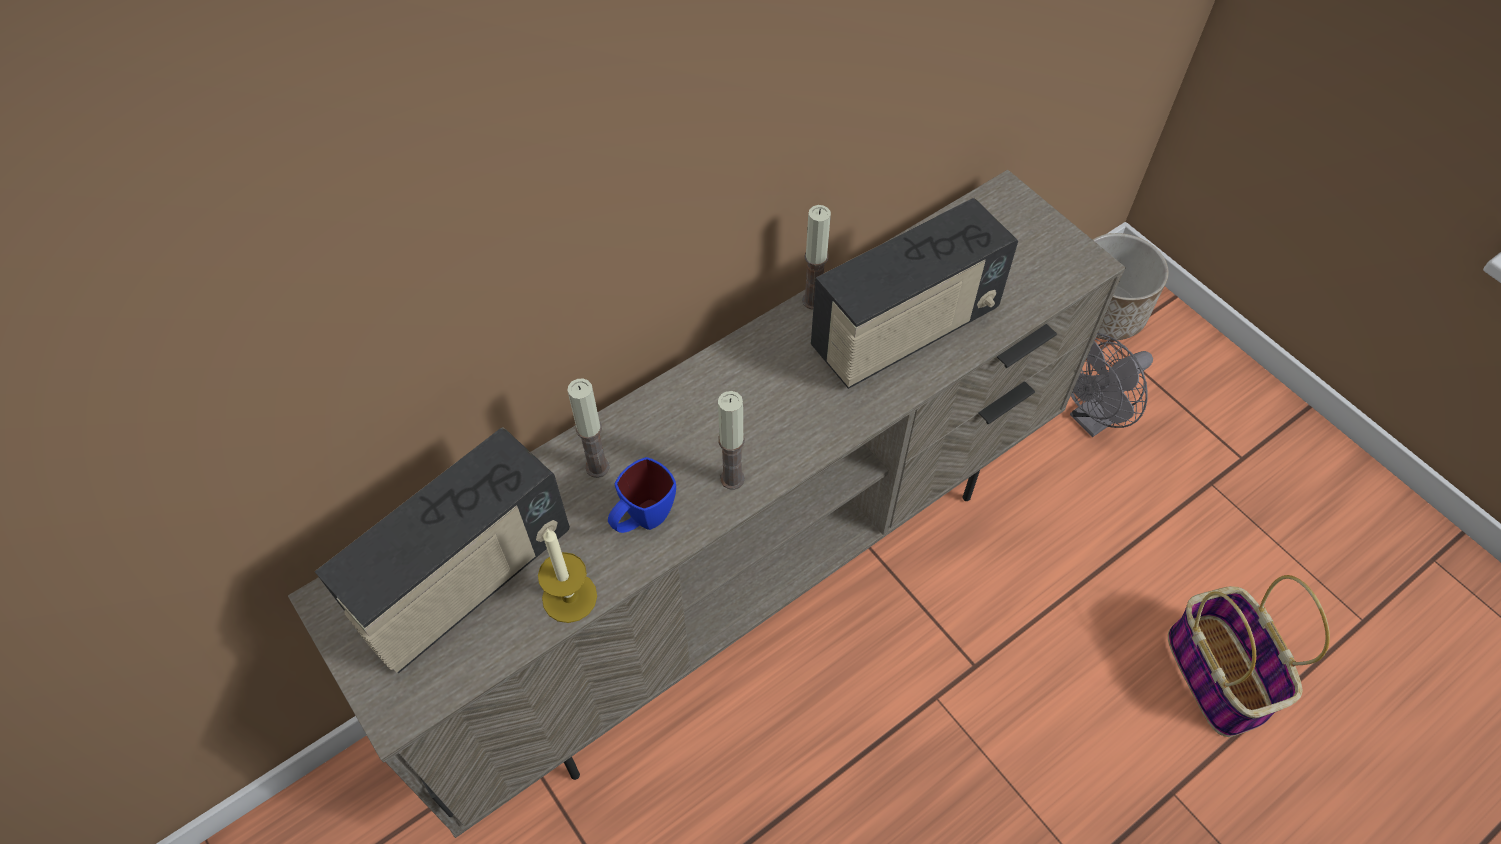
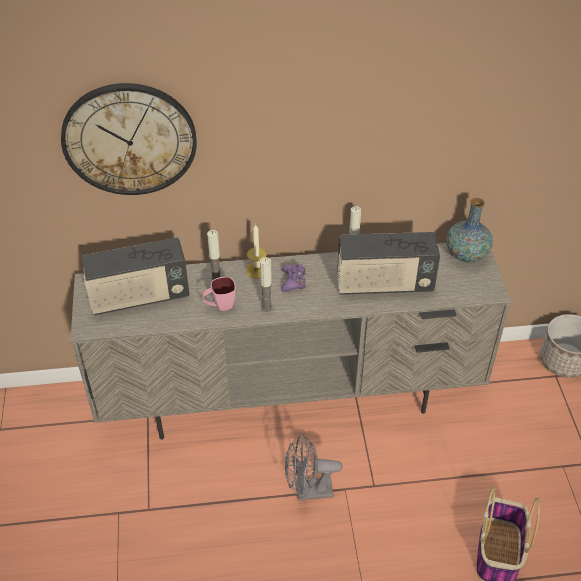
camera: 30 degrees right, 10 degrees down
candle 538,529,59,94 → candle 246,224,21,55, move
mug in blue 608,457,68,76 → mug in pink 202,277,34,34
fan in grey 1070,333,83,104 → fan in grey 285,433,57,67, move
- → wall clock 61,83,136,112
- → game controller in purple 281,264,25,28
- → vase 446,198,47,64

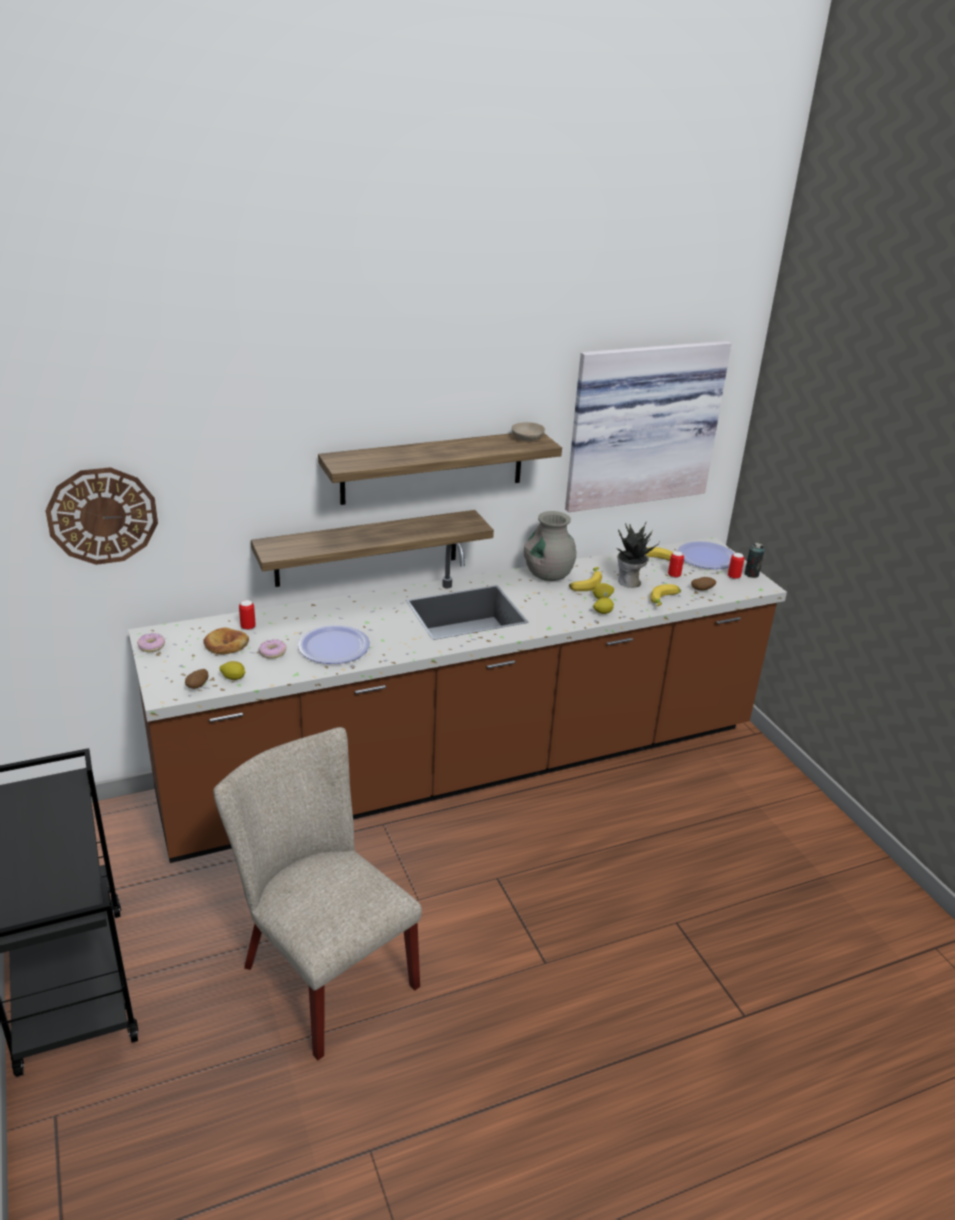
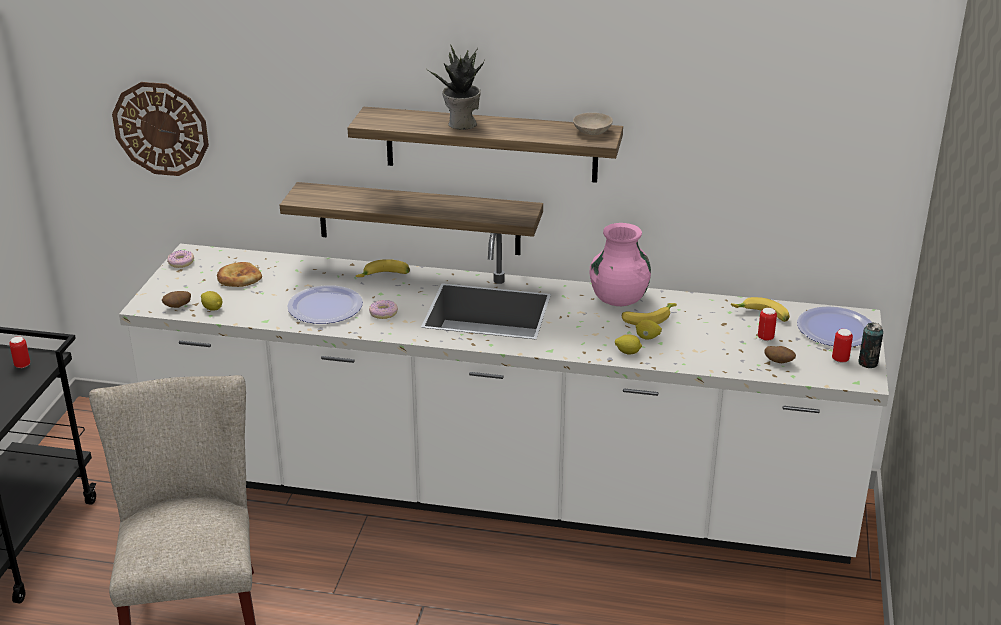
camera: 35 degrees right, 0 degrees up
counter in brown 128,537,659,326 → counter in white 119,233,770,331
can 239,600,17,30 → can 9,336,21,32, move
donut 259,639,28,20 → donut 369,300,29,19, move
vase in grey 524,511,53,70 → vase in pink 589,223,62,83
picture 565,341,167,171 → -
potted plant 615,523,45,65 → potted plant 427,45,57,85, move
banana 650,584,31,23 → banana 356,259,54,18, move

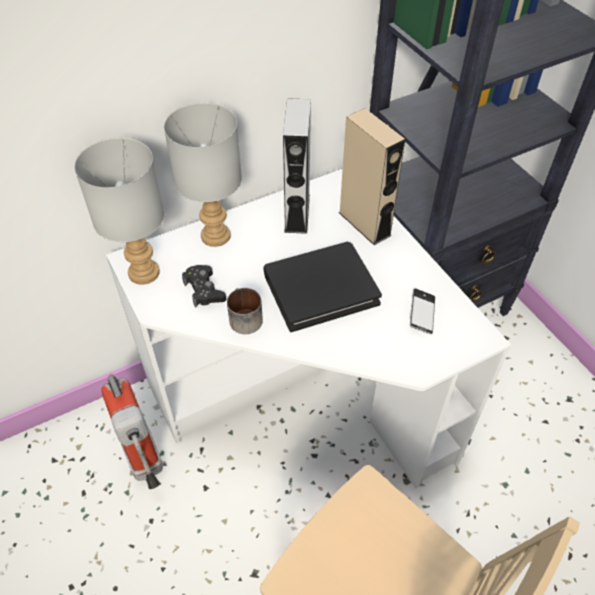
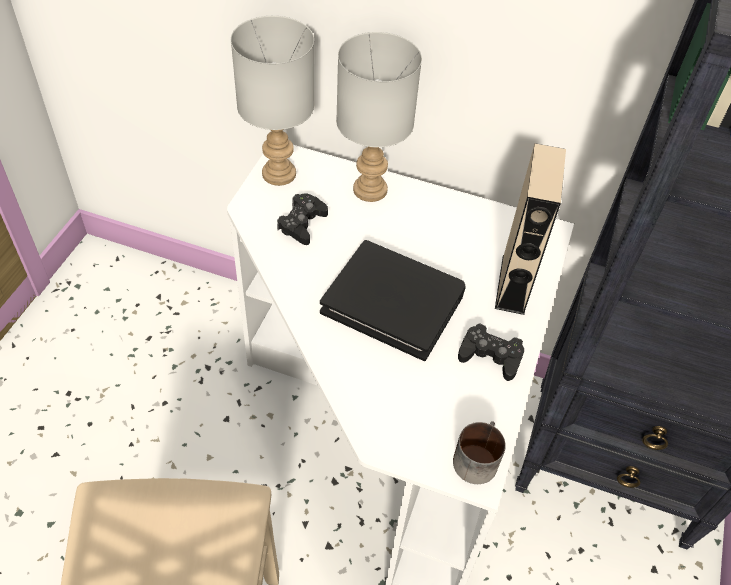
camera: 45 degrees right, 0 degrees up
fire extinguisher 102,374,61,115 → -
mug 227,288,36,46 → mug 453,421,53,63, move
speaker in grey 283,98,28,136 → -
phone 410,288,25,46 → -
- → game controller in black 458,324,66,57

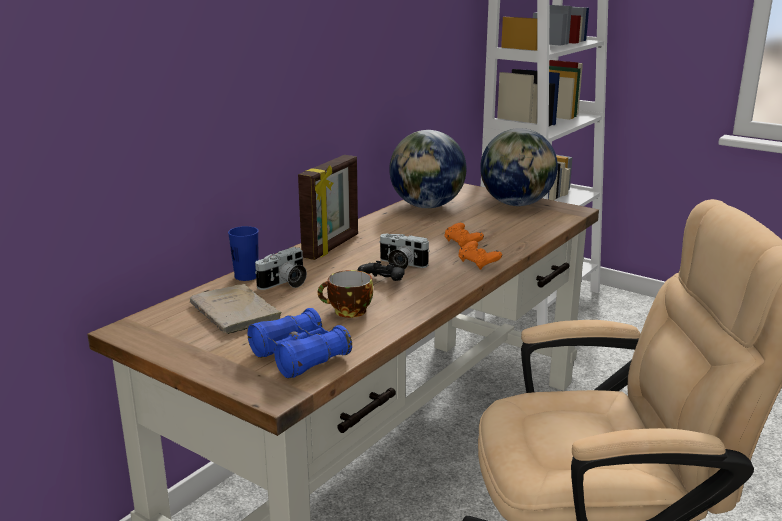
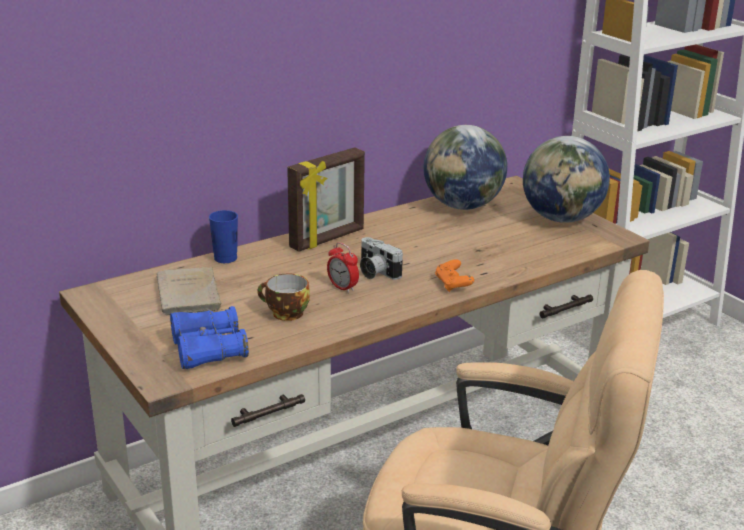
camera: 20 degrees right, 5 degrees up
photo camera 255,247,52,43 → -
game controller in black 357,261,48,20 → alarm clock 327,242,32,51
game controller in orange 445,223,39,24 → -

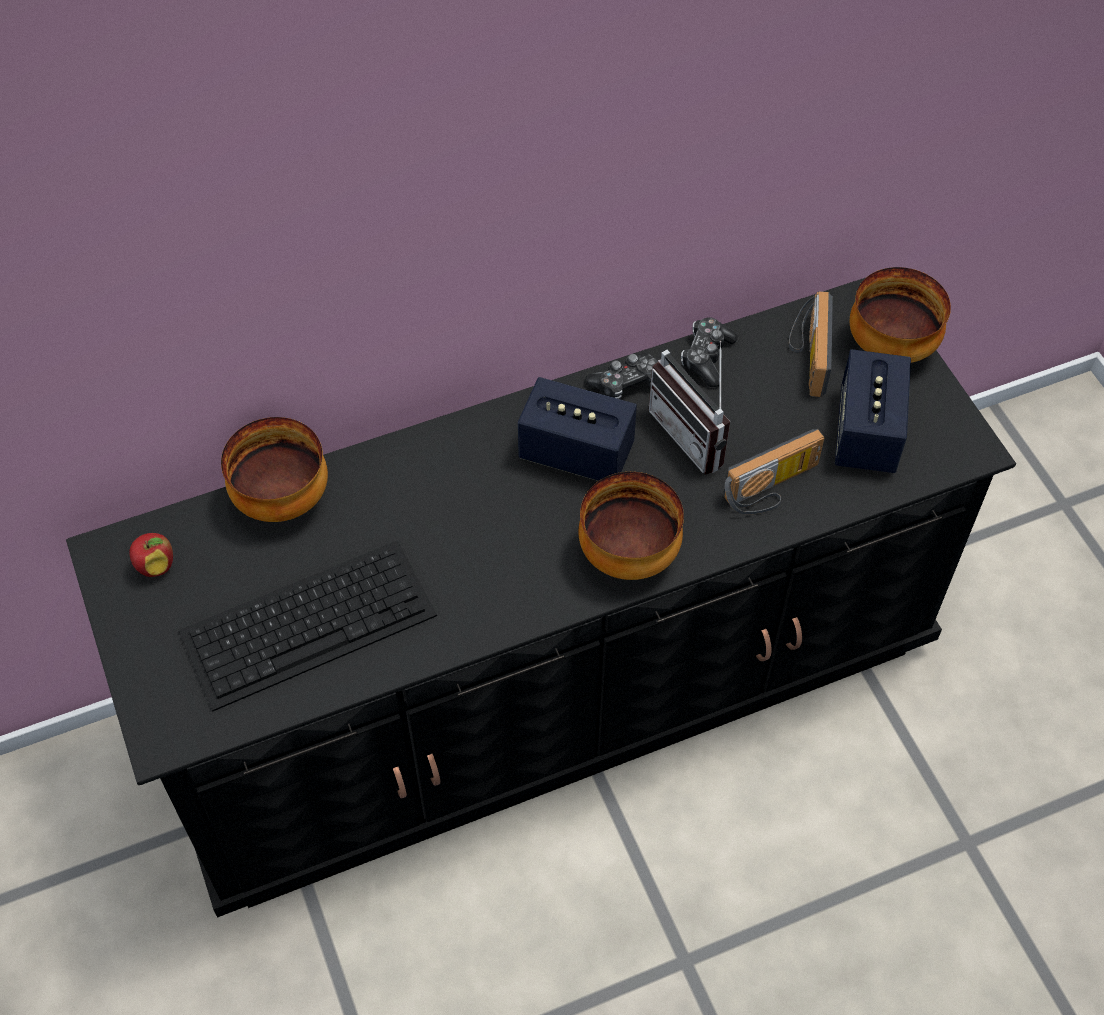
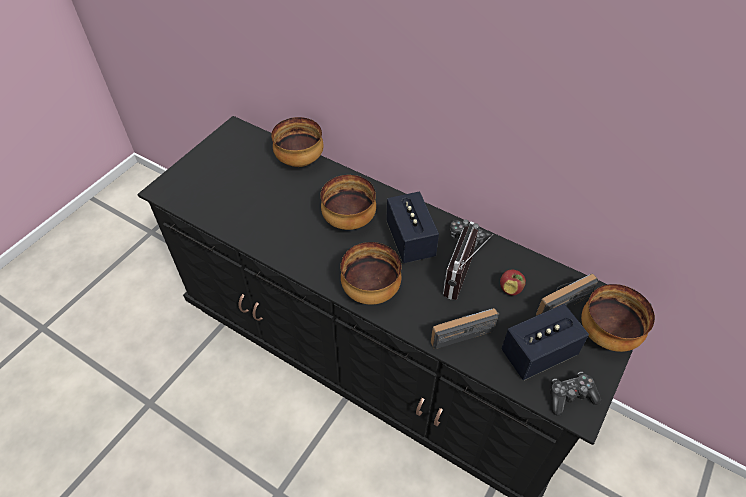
camera: 55 degrees right, 5 degrees down
apple 129,533,44,44 → apple 500,270,26,26, move
keyboard 178,540,259,172 → -
game controller 681,317,57,70 → game controller 550,372,51,44, move
radio 724,429,101,85 → radio 431,308,68,41, 135 degrees clockwise
- → bowl 320,175,56,55

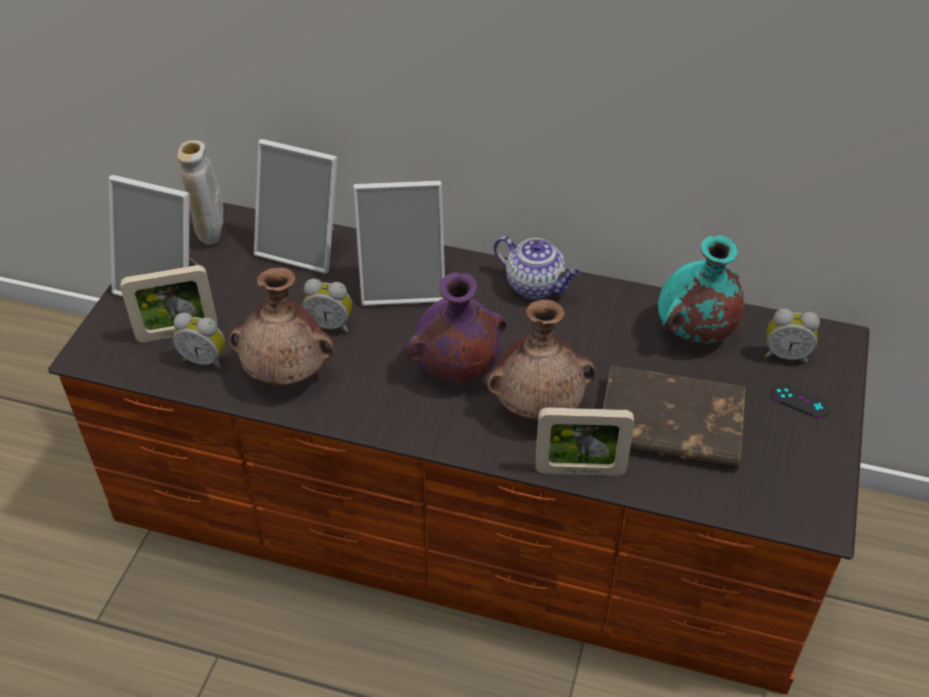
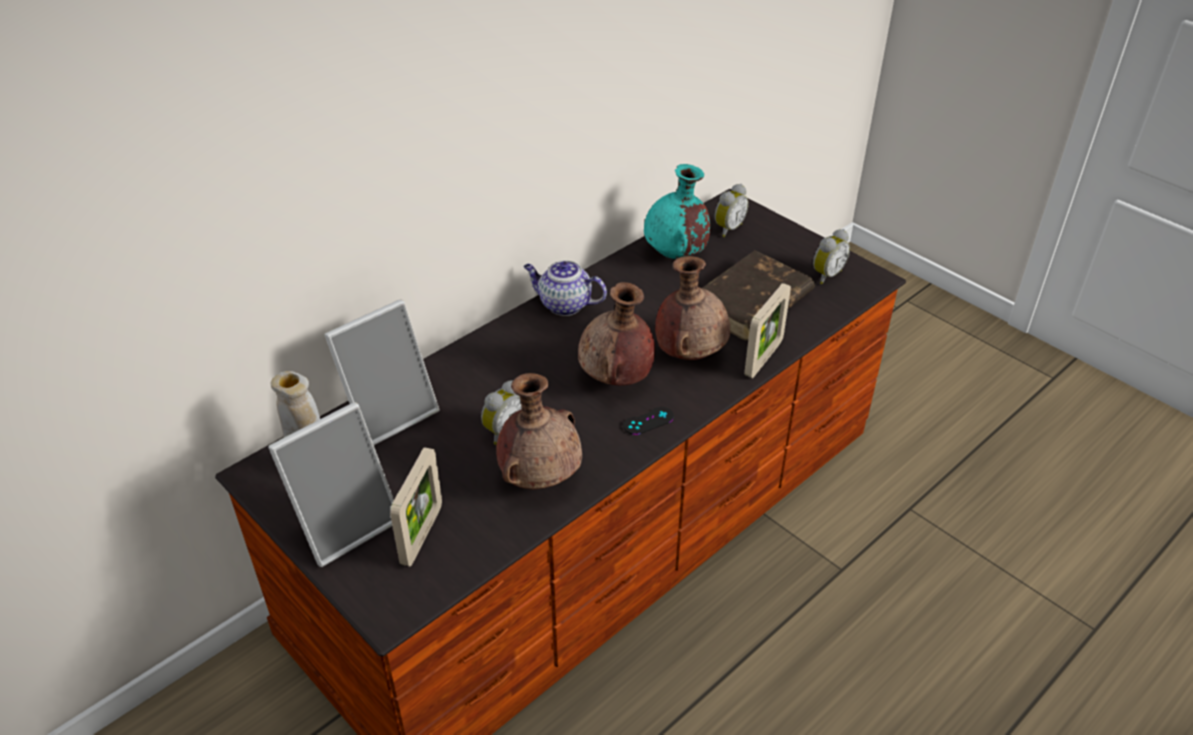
camera: 60 degrees left, 5 degrees down
alarm clock 173,313,52,57 → alarm clock 813,229,37,55, move
picture frame 353,181,92,125 → -
vase in purple 406,272,101,111 → vase in brown 578,282,77,103
teapot 494,236,86,63 → teapot 524,260,83,56, 135 degrees counterclockwise
game controller in black 771,384,60,34 → game controller in black 623,407,51,28, move

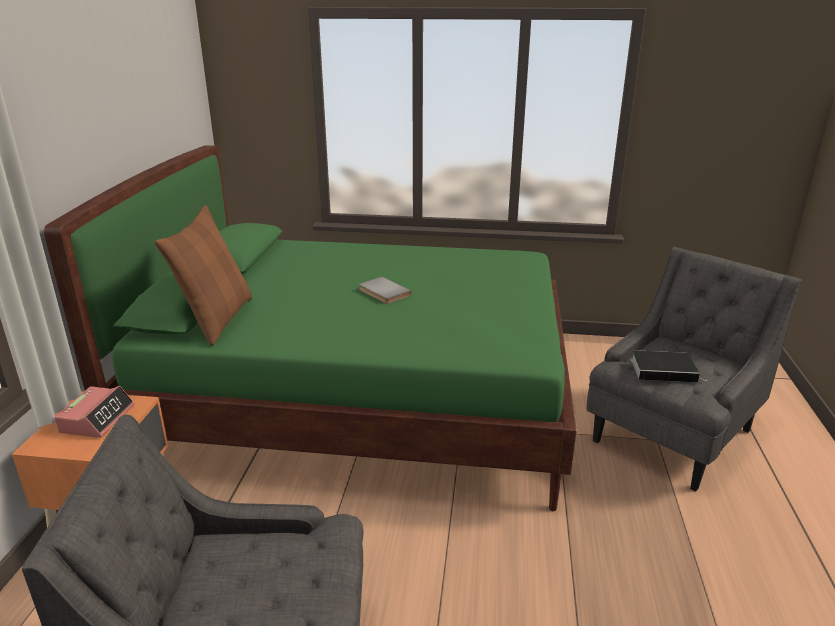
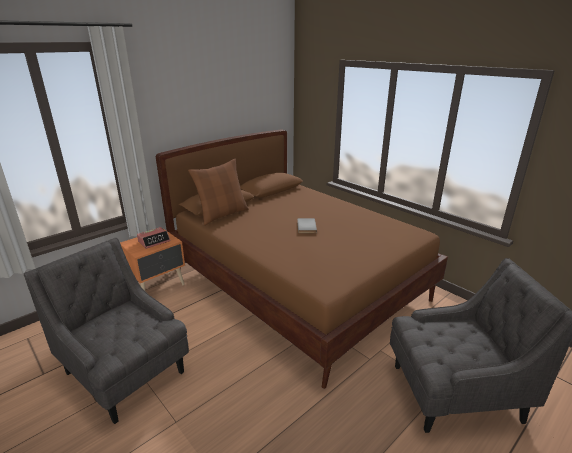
camera: 40 degrees right, 0 degrees up
bed in green 44,145,533,366 → bed in brown 156,130,292,259
book 631,350,75,32 → -

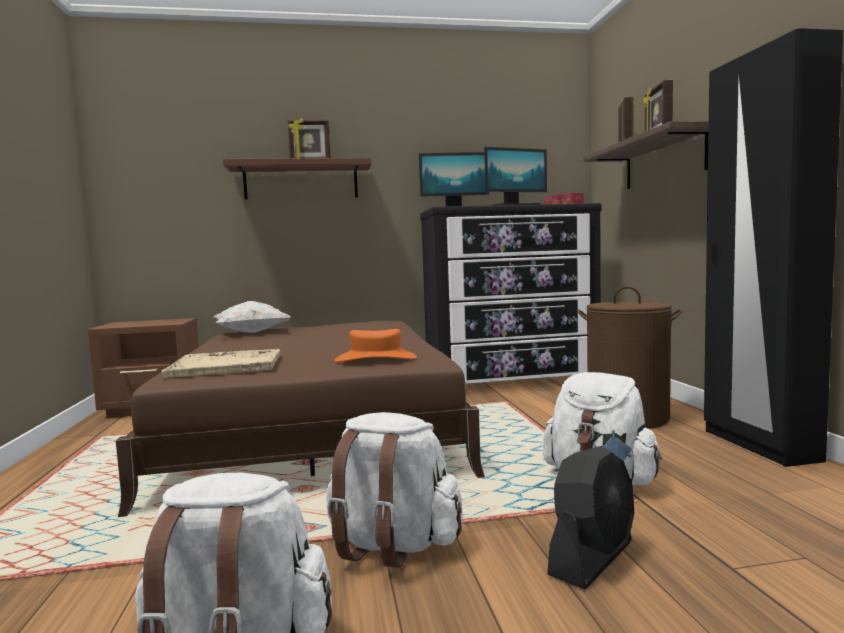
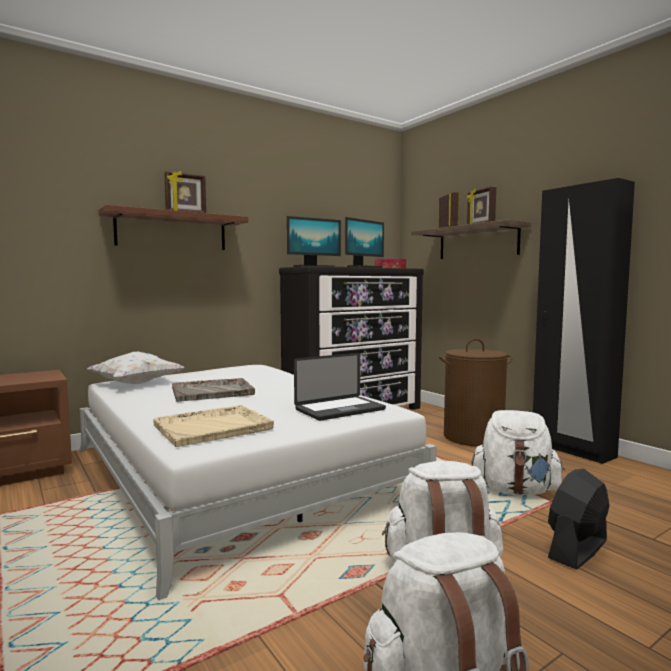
camera: 25 degrees left, 0 degrees up
bed in brown 116,320,369,197 → bed in white 79,365,358,235
hat in orange 334,329,83,33 → laptop 294,353,92,68
fan in black 547,446,87,143 → fan in black 548,469,62,100, 150 degrees counterclockwise
- → tray in grey 172,378,83,24

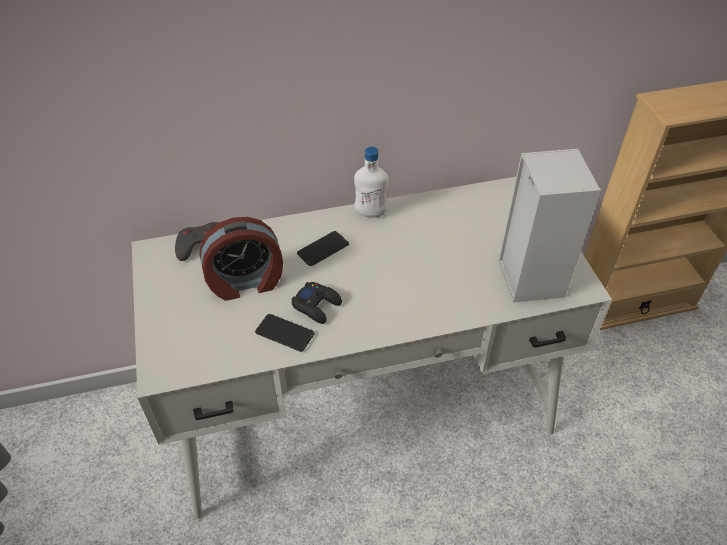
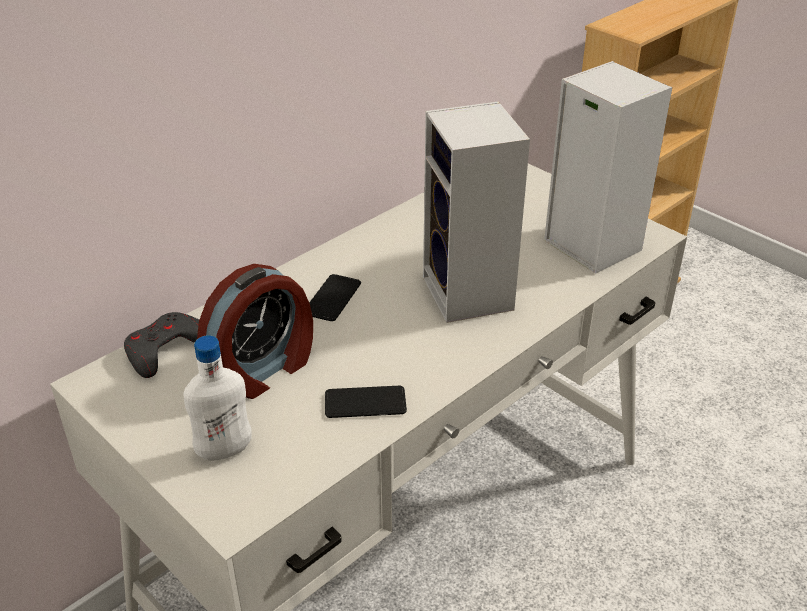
camera: 30 degrees left, 10 degrees down
game controller in black 291,282,51,42 → -
bottle in white 354,147,35,70 → bottle in white 183,335,69,126, move
- → speaker 423,101,107,222

